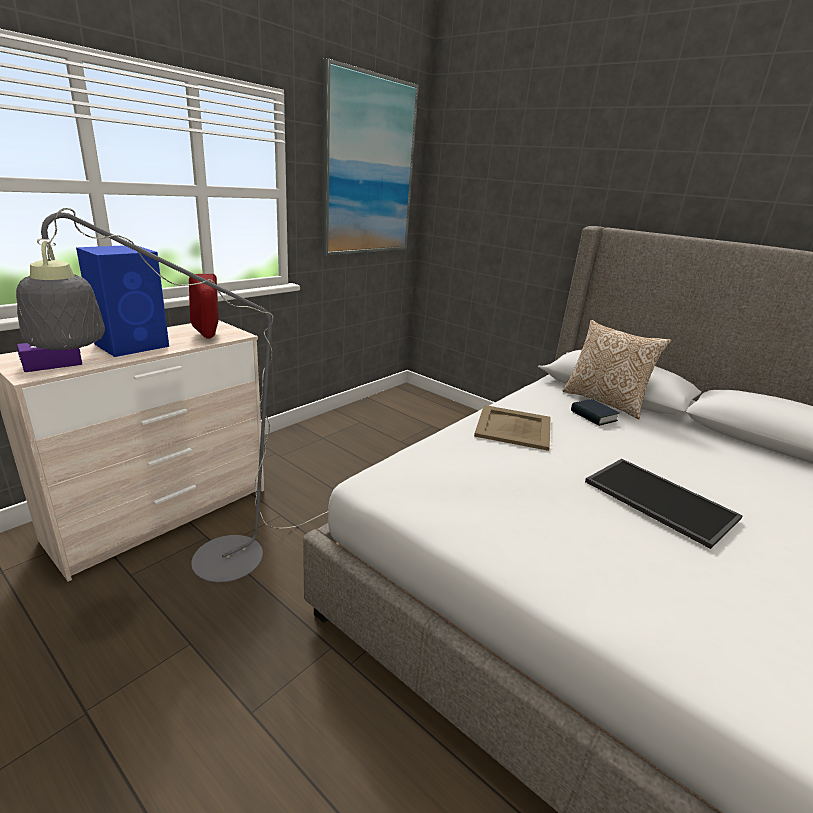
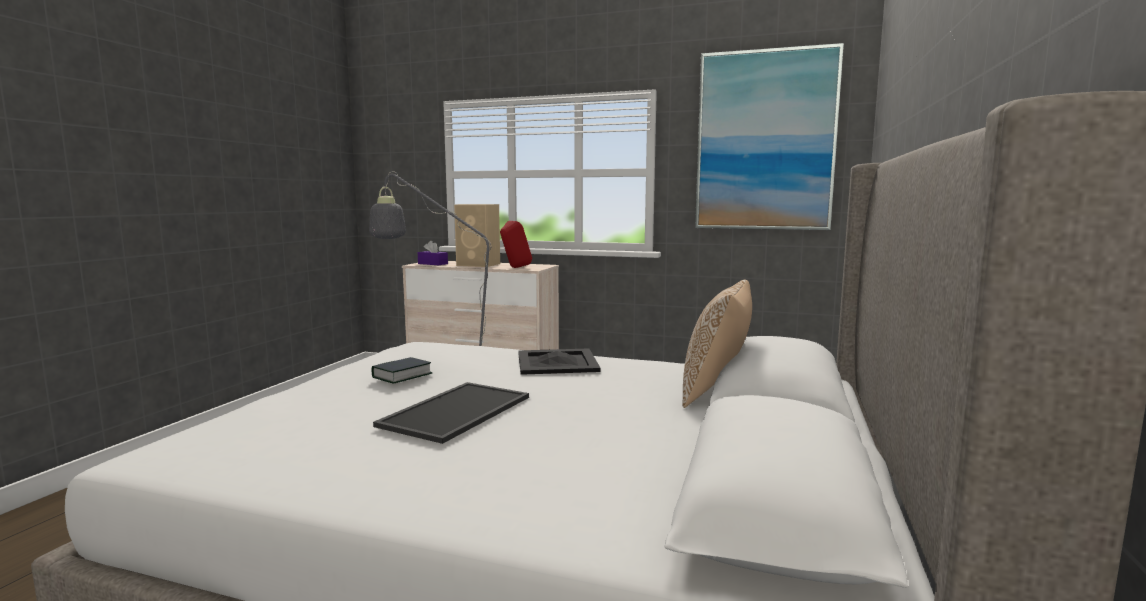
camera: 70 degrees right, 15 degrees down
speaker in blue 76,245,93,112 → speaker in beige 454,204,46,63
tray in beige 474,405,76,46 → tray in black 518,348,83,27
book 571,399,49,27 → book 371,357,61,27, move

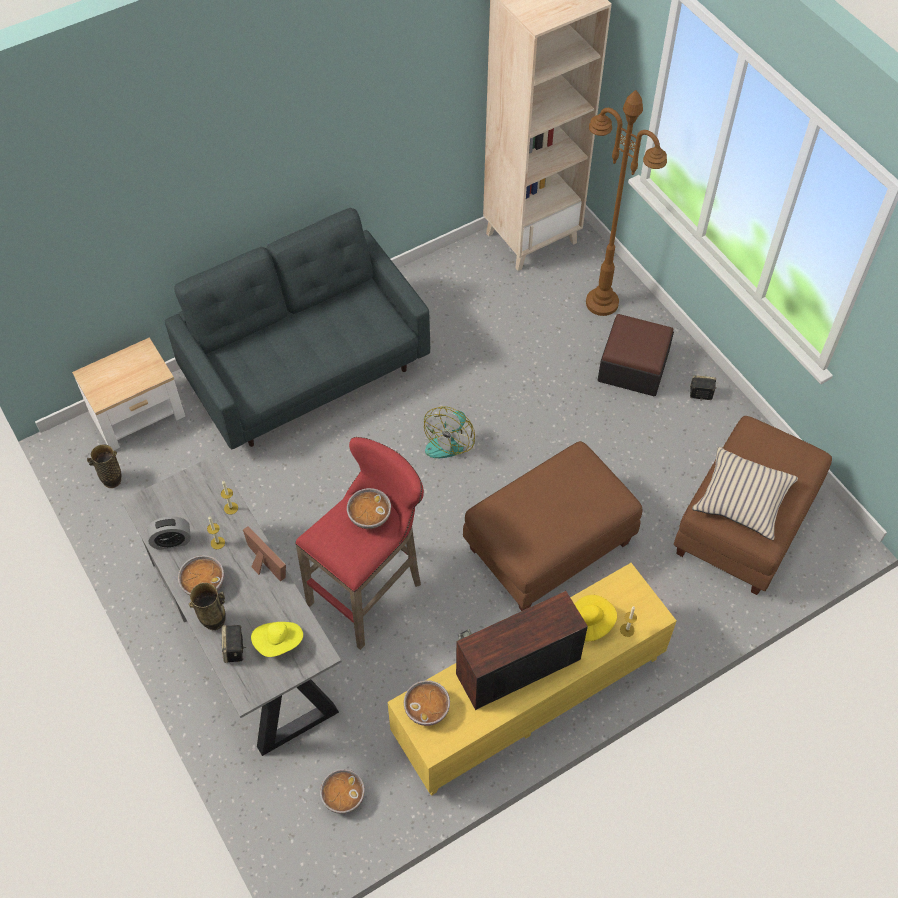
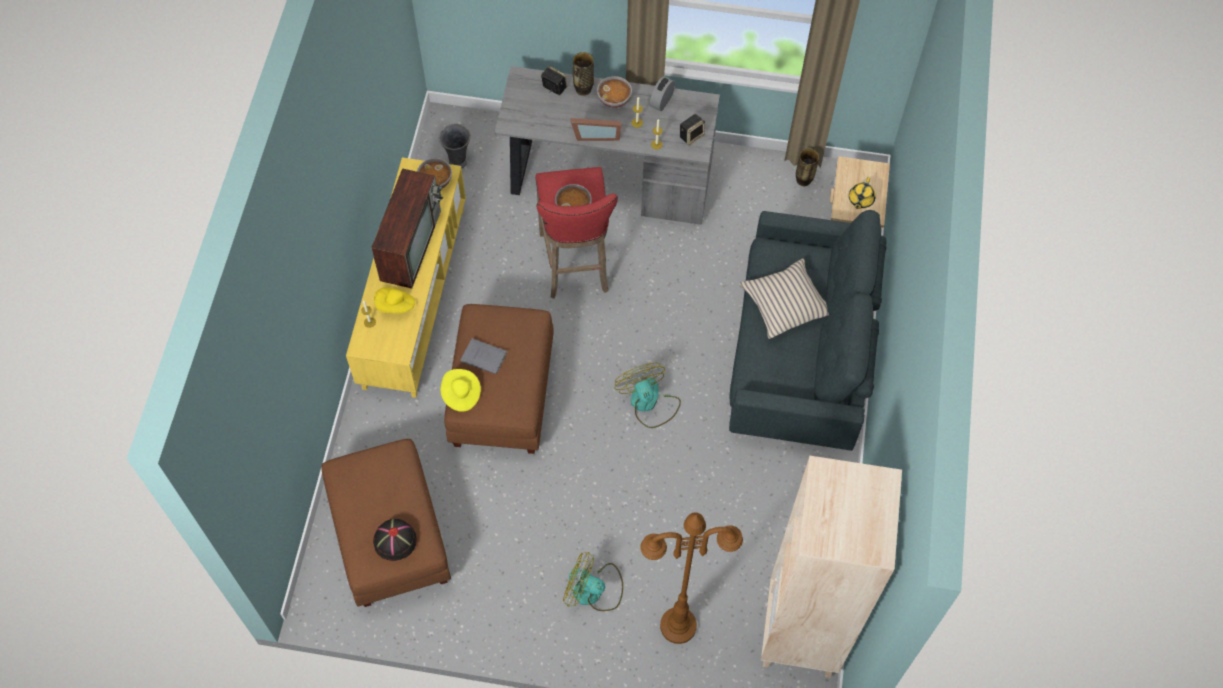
camera: 130 degrees right, 5 degrees up
hat in yellow 251,622,52,35 → hat in yellow 441,369,40,43, move
bowl 320,769,45,45 → vase in grey 439,124,32,44
ottoman 598,314,76,82 → fan 563,552,60,59
speaker 690,375,27,25 → speaker 680,114,25,31, move
pillow in beige 692,447,106,93 → pillow in beige 739,258,90,81, move
- → hat in black 373,519,44,42
- → book in grey 461,338,47,36
- → teapot in yellow 849,177,27,32

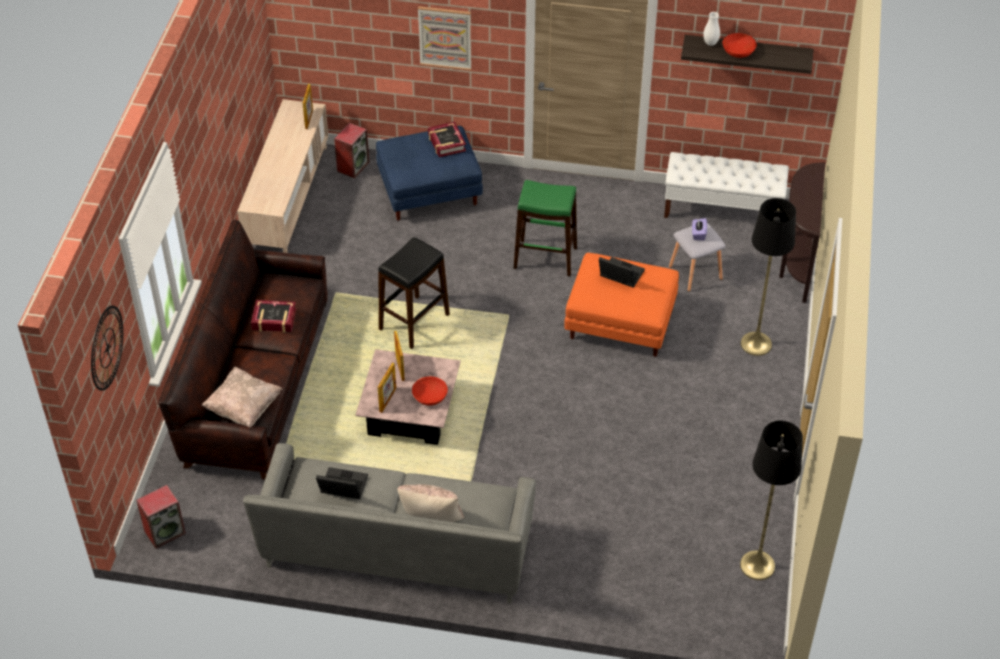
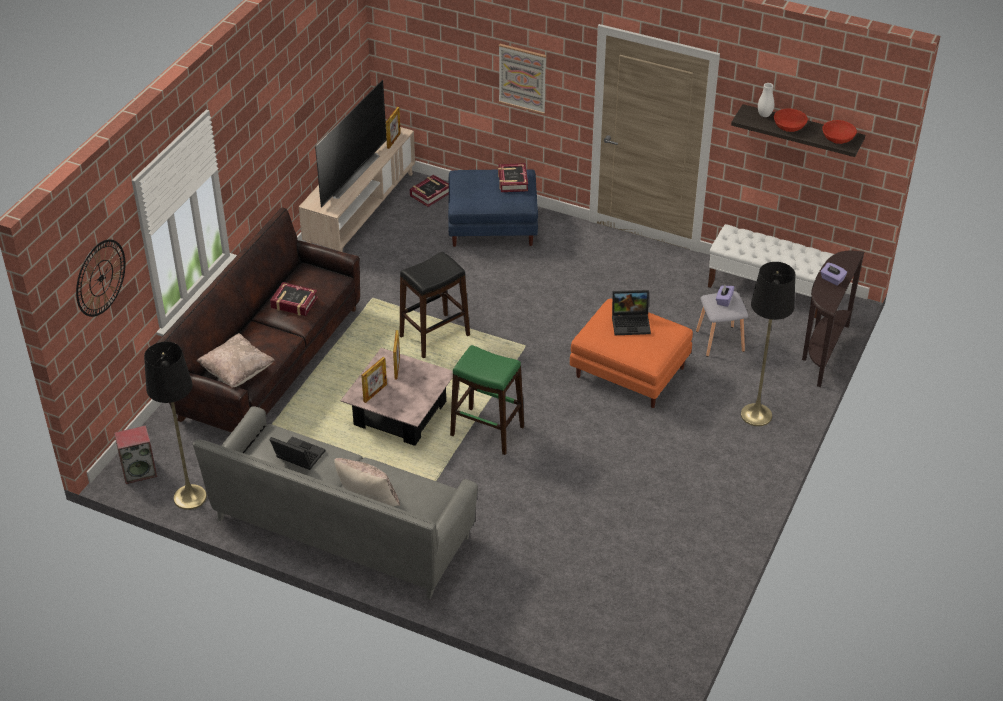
camera: 15 degrees right, 5 degrees down
speaker 334,123,35,55 → book 410,175,39,32
bowl in red 412,376,36,30 → bowl in red 822,120,35,24, move
stool in green 514,180,63,96 → stool in green 450,345,74,110, move
laptop 599,257,46,31 → laptop 612,290,39,45, 135 degrees clockwise
floor lamp in black 740,421,63,159 → floor lamp in black 144,342,63,168, move
- → television 315,80,72,128
- → tissue box in purple 820,263,27,23

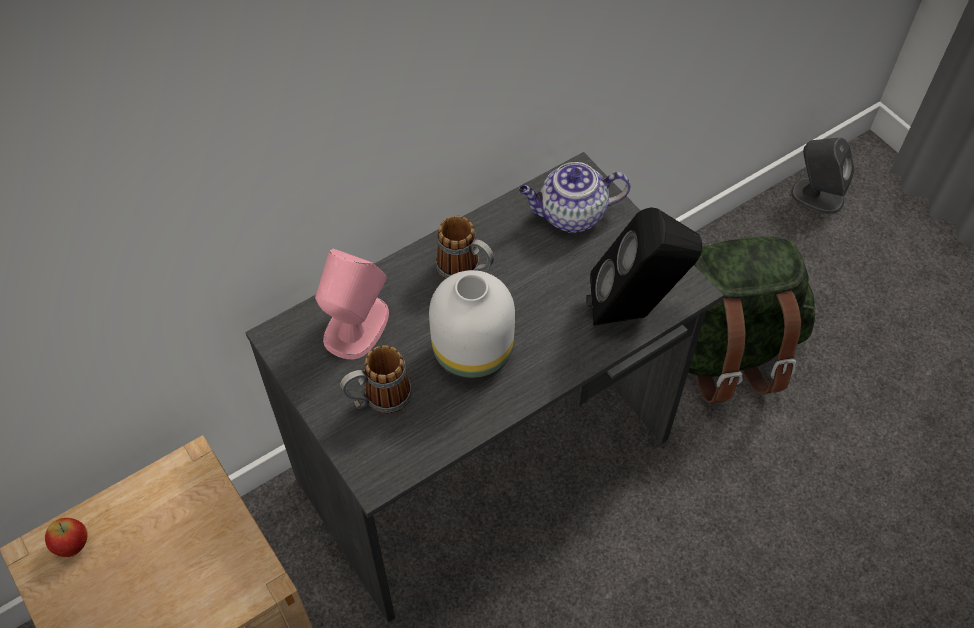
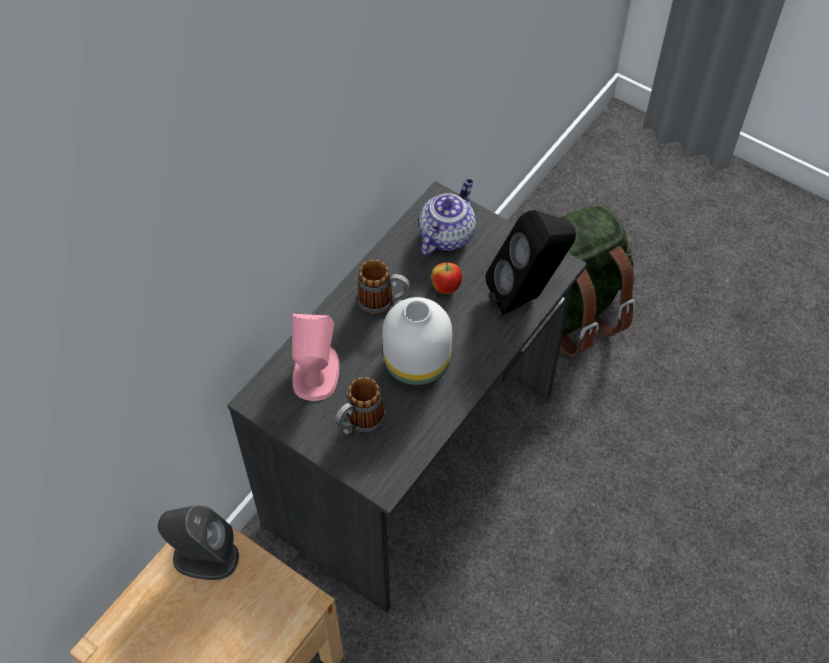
camera: 20 degrees left, 0 degrees up
apple 45,518,43,39 → apple 431,262,31,32, move
teapot 519,162,111,71 → teapot 419,179,57,76, 150 degrees clockwise
speaker in grey 791,137,64,77 → speaker in grey 158,505,81,75, move

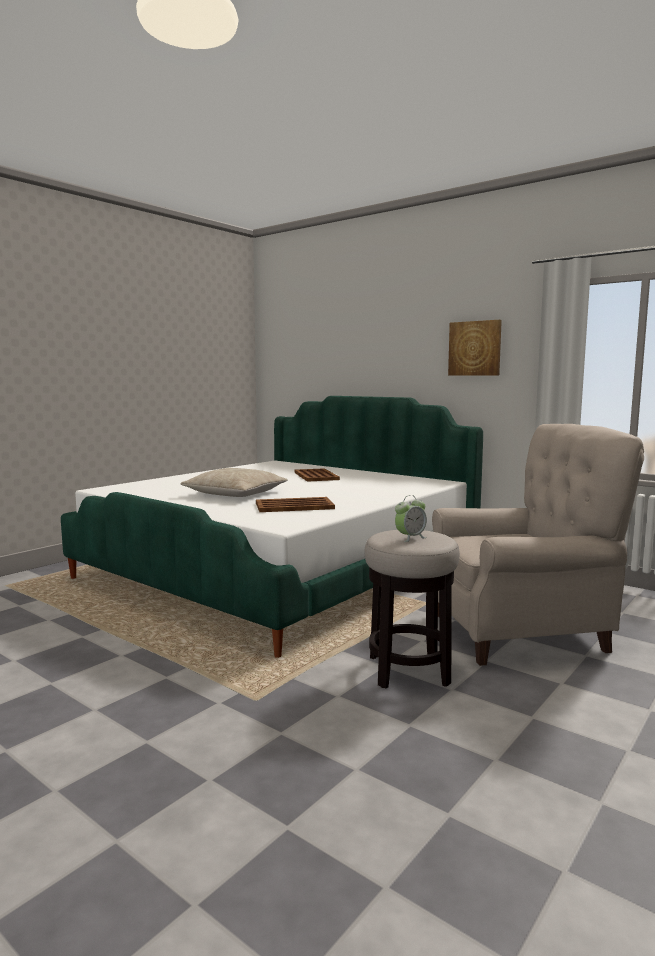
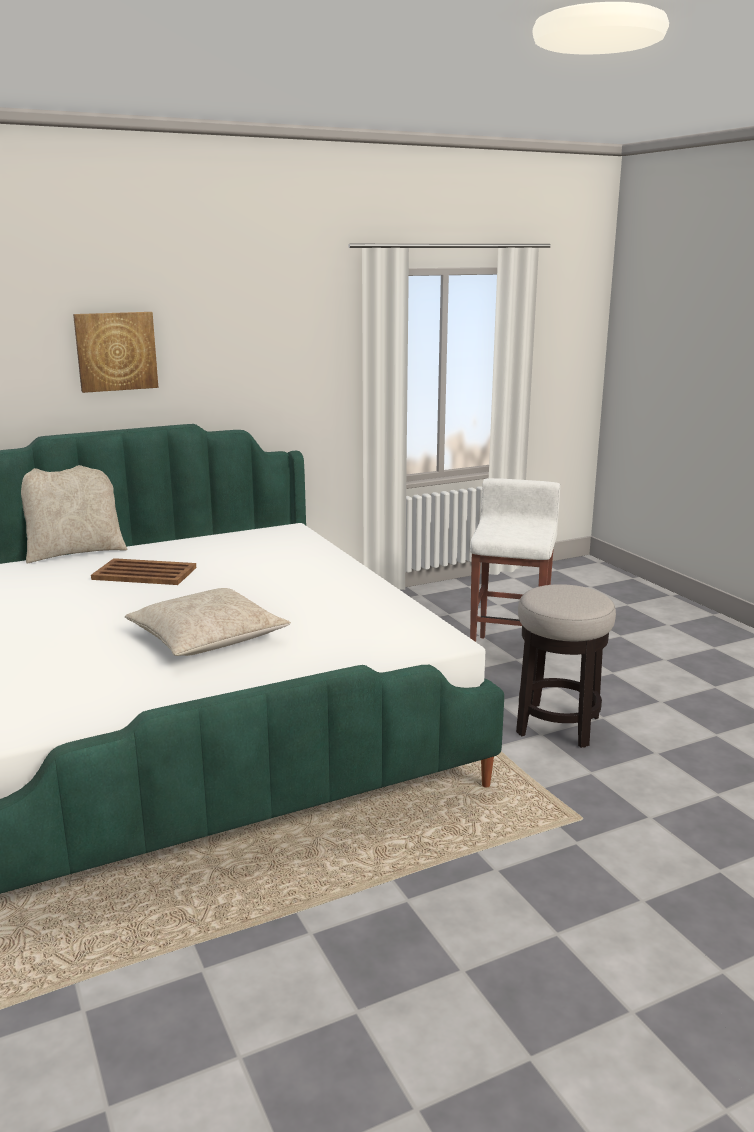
camera: 65 degrees left, 10 degrees up
tray in brown 256,497,79,15 → -
alarm clock 395,495,32,47 → -
armchair in beige 432,424,212,242 → stool in white 470,478,90,164
picture 448,320,54,56 → picture 73,312,85,81, move
- → pillow in beige 21,465,106,98

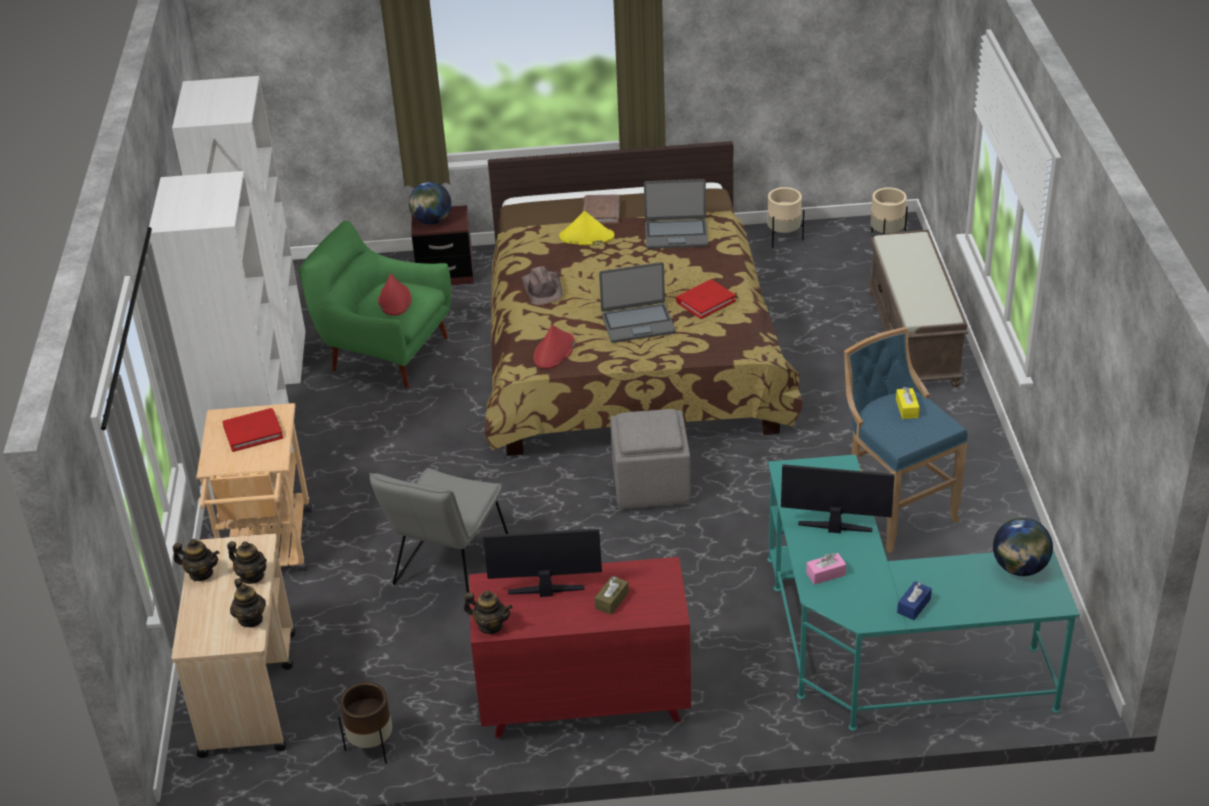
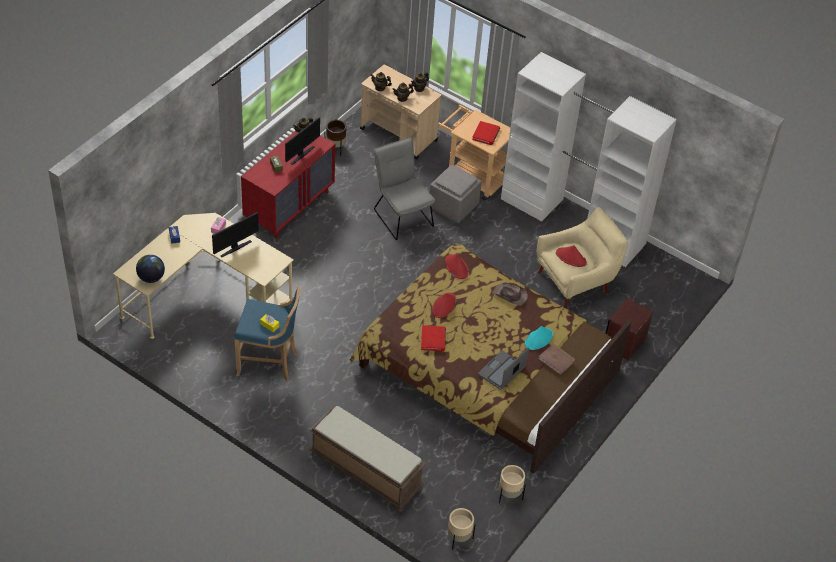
camera: 125 degrees right, 10 degrees up
armchair in green 298,221,153,167 → armchair in beige 537,207,91,101
globe 409,182,42,43 → -
hat in yellow 559,211,56,34 → hat in turquoise 525,326,28,24
laptop 599,262,77,81 → hat in red 432,293,25,25
ottoman in grey 610,409,81,100 → ottoman in grey 429,165,53,58, move
desk in turquoise 767,454,313,277 → desk in beige 113,213,181,126

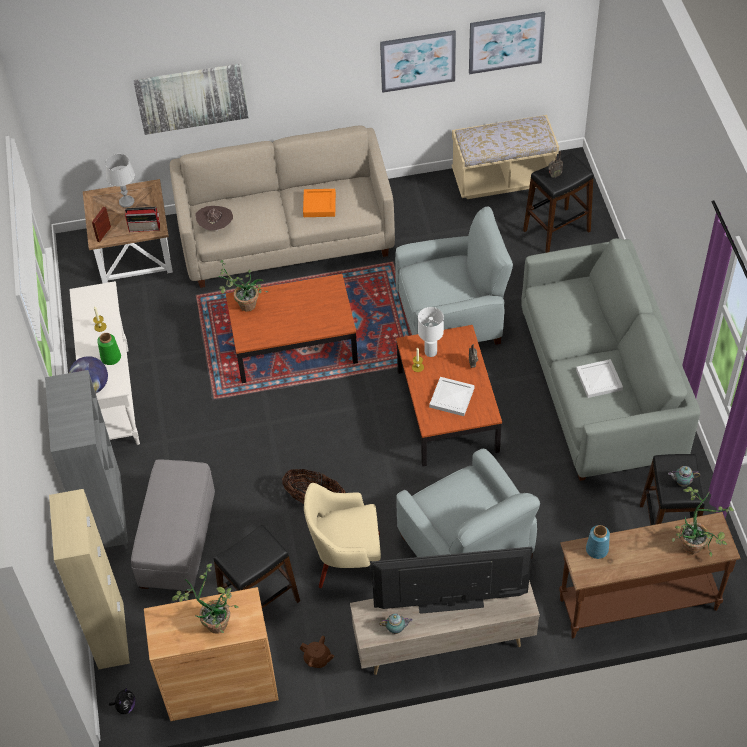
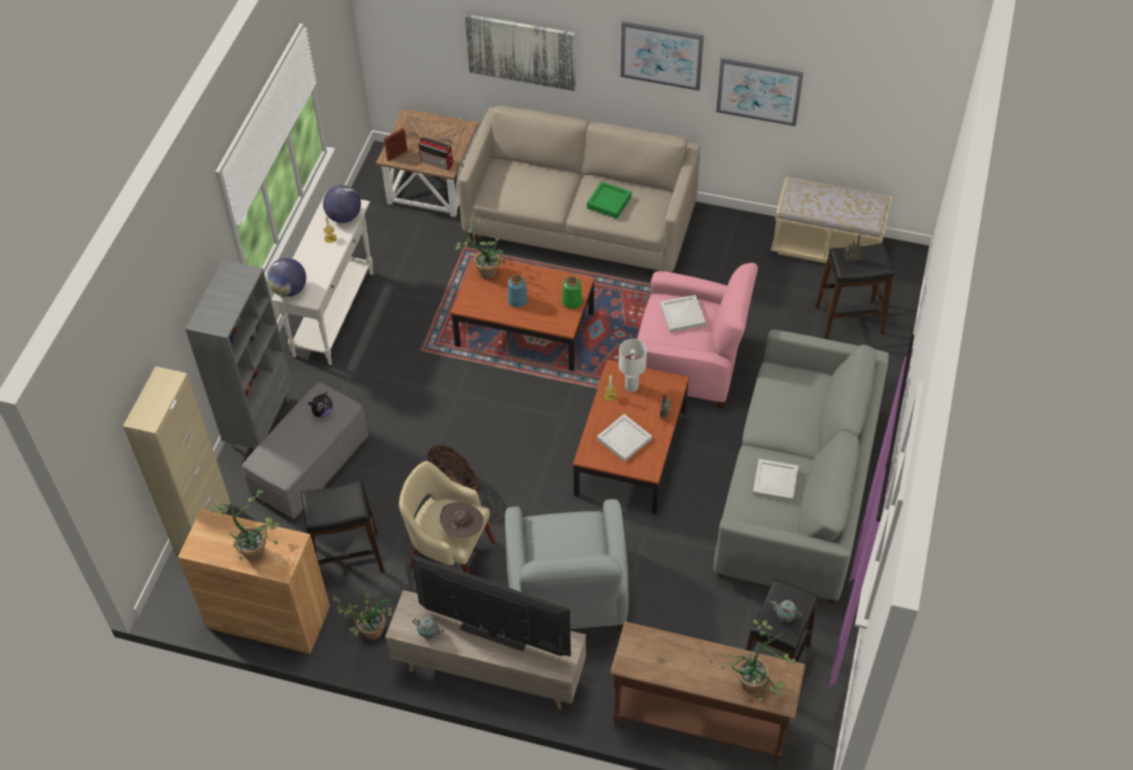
camera: 25 degrees right, 0 degrees up
vase in green 97,333,24,32 → vase in green 562,276,21,33, move
table lamp in grey 105,154,30,54 → -
plush toy 109,687,26,27 → plush toy 308,392,25,25, move
hat in brown 195,206,38,25 → hat in brown 440,502,44,37, move
teapot in brown 299,636,36,32 → potted plant 333,594,62,46
tray in orange 303,189,33,28 → tray in green 587,181,44,38
armchair in grey 395,207,118,138 → armchair in pink 633,263,125,146
picture 469,12,76,62 → picture 621,21,83,70, move
vase in blue 586,525,24,34 → vase in blue 508,275,20,33, move
- → globe 323,185,38,38
- → tray in white 660,295,46,38

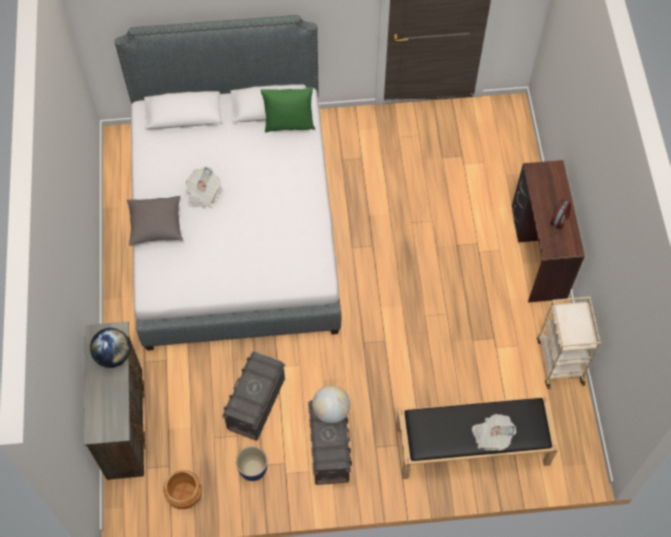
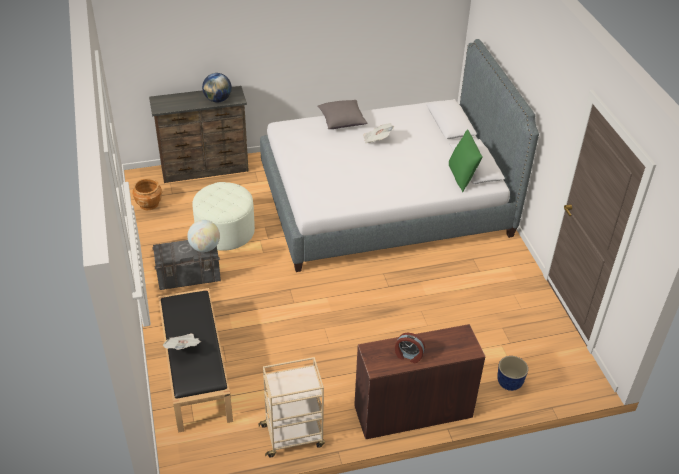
camera: 80 degrees right, 20 degrees down
storage box in grey 222,352,63,88 → ottoman in white 192,182,63,69
planter 236,446,31,35 → planter 497,356,31,35, move

